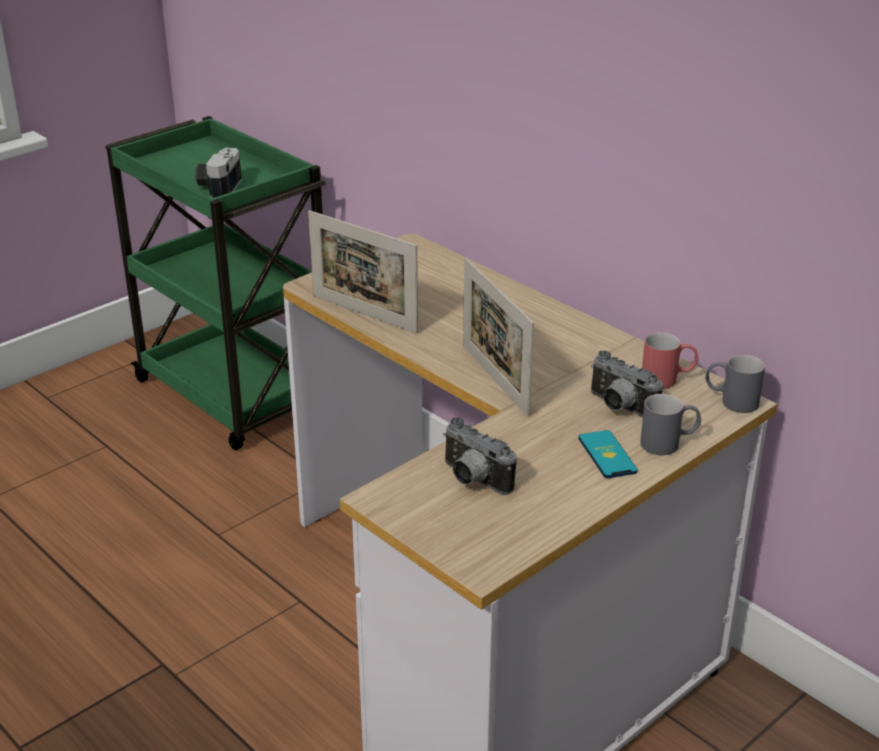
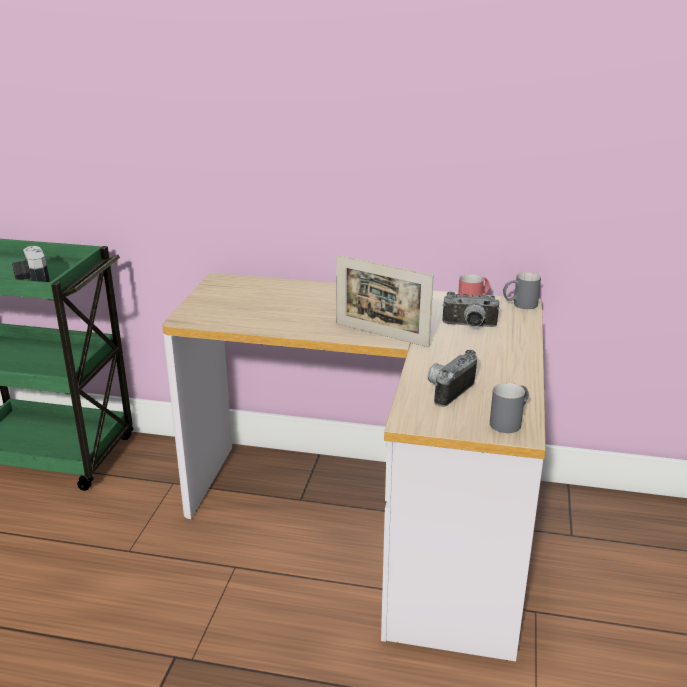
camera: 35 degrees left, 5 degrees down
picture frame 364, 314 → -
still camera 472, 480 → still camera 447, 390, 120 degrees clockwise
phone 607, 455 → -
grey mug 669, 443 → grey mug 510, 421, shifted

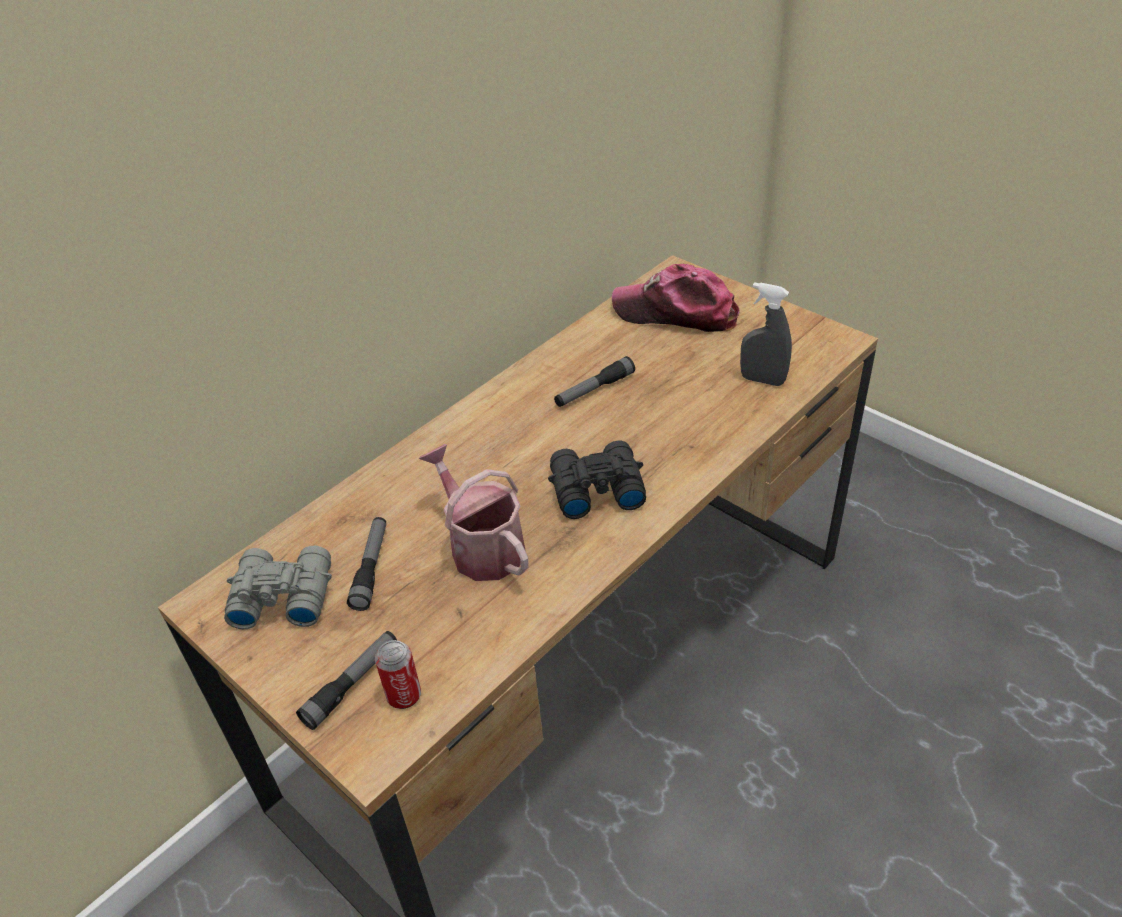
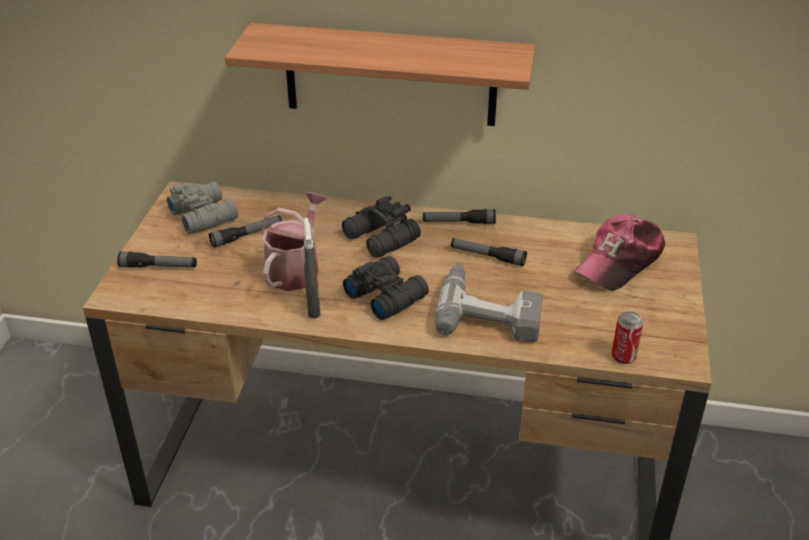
camera: 55 degrees right, 5 degrees down
metal can 404, 696 → metal can 623, 356, shifted
peaked cap 676, 313 → peaked cap 620, 262, 120 degrees counterclockwise
grey sprayer 762, 380 → grey sprayer 313, 307, shifted
- → shelf 390, 75
- → black-coloured pair of binoculars 380, 239
- → flashlight 458, 222
- → power drill 489, 310

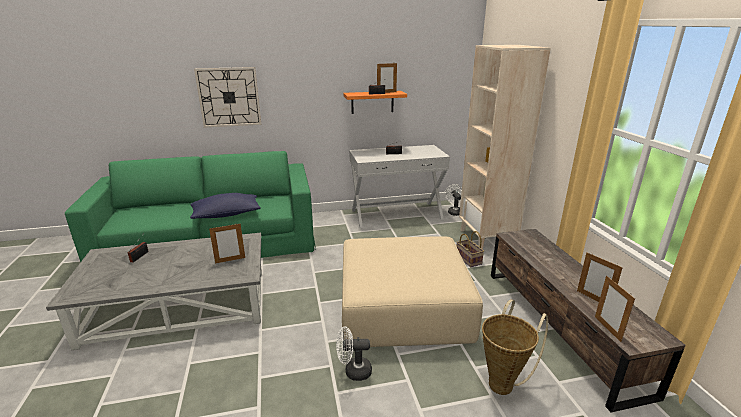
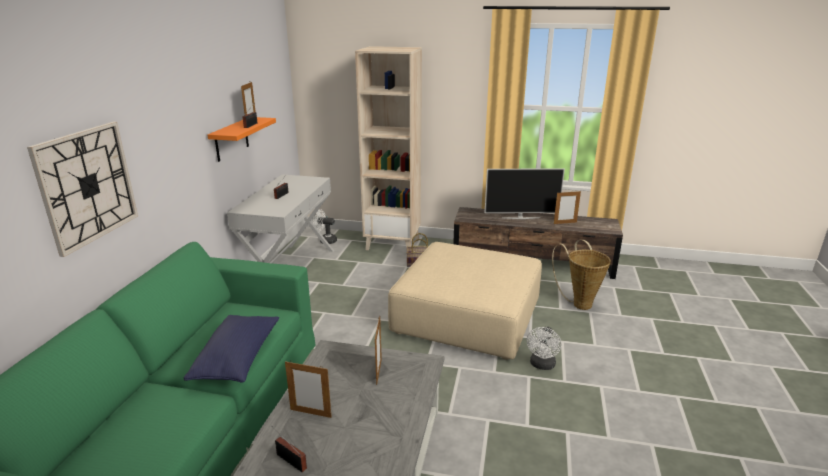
camera: 65 degrees left, 0 degrees up
picture frame 607, 328 → picture frame 310, 413, shifted
- → TV 520, 217

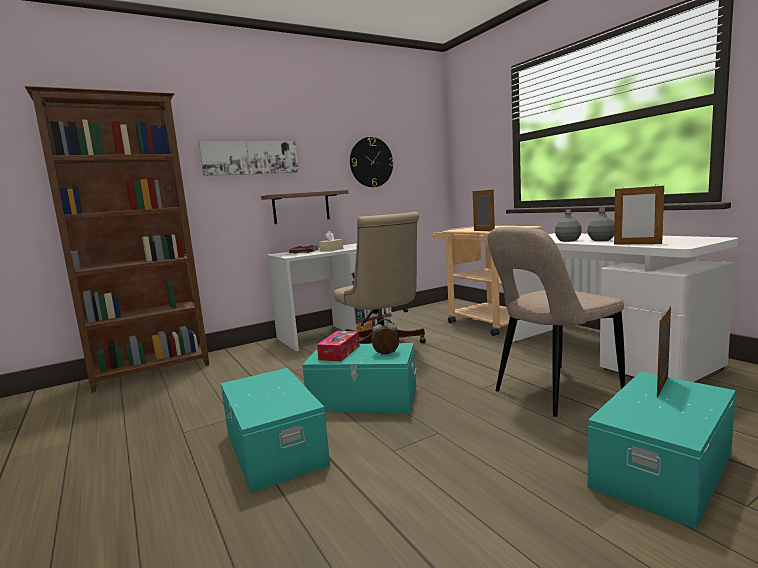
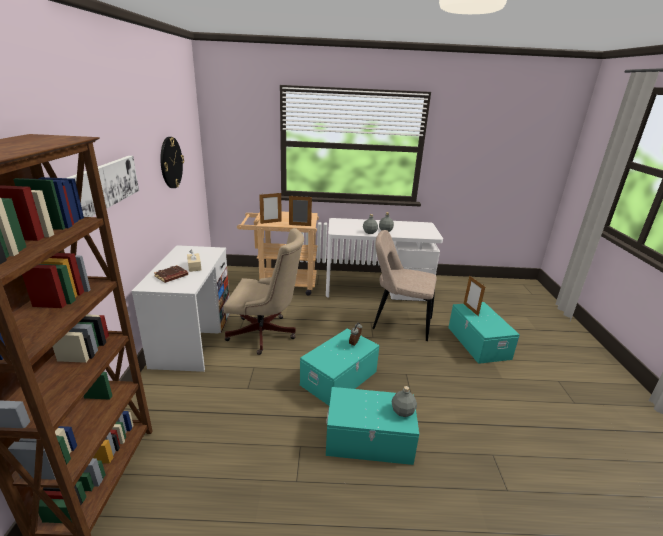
camera: 60 degrees left, 15 degrees up
shelf 301, 207 → -
tissue holder 339, 352 → -
sand-coloured chair 553, 392 → sand-coloured chair 399, 323, 105 degrees clockwise
picture frame 637, 244 → picture frame 271, 222, shifted
- → grey beverage bottle 402, 411

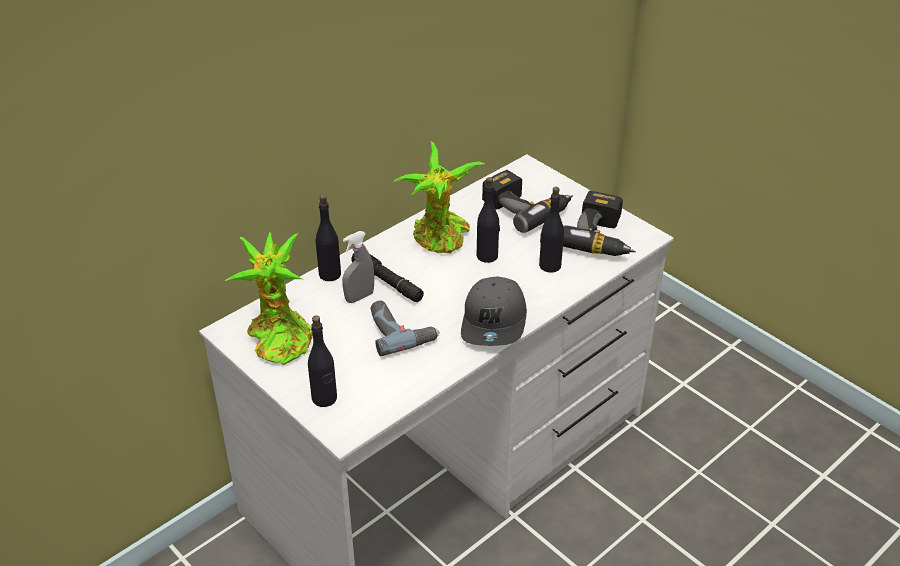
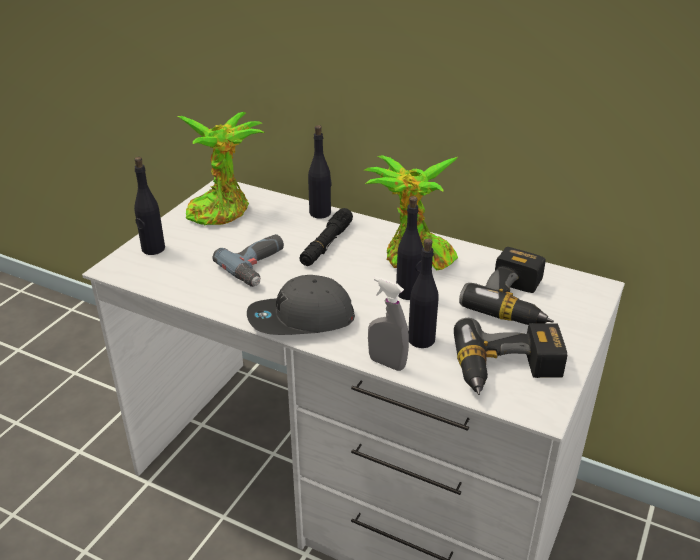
camera: 70 degrees right, 5 degrees down
grey sprayer 359, 297 → grey sprayer 387, 363, shifted

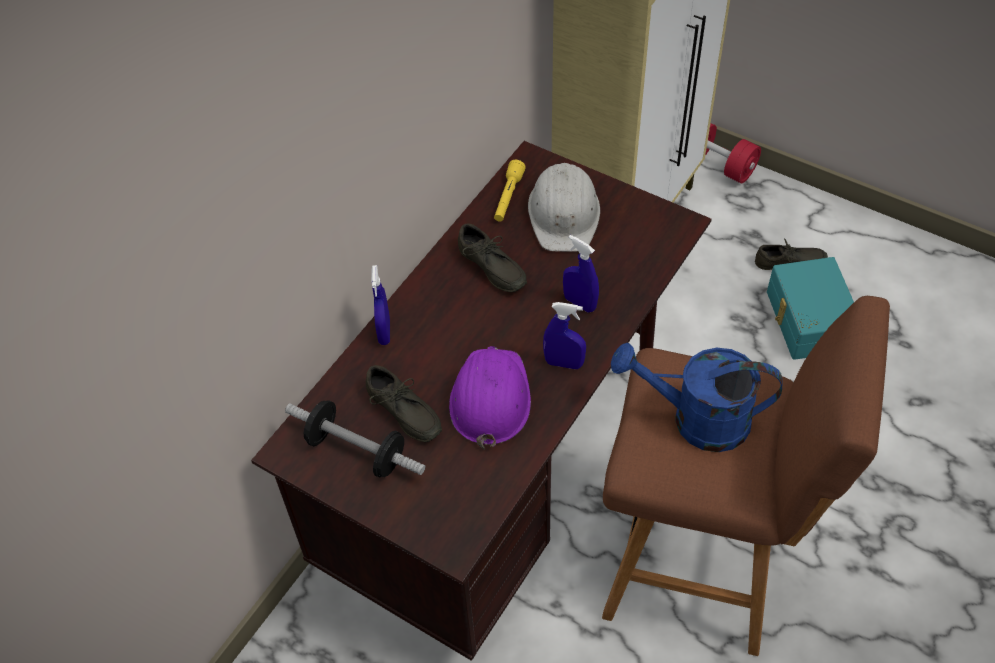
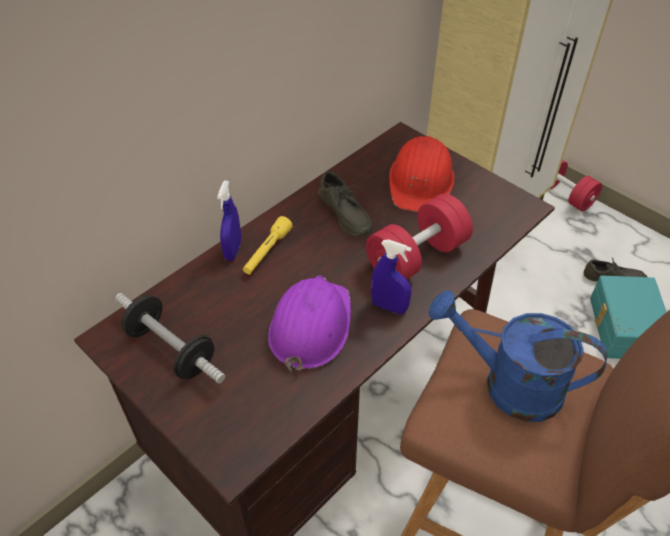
camera: 10 degrees right, 5 degrees down
grey item of footwear 402, 414 → -
yellow flashlight 508, 197 → yellow flashlight 267, 252, shifted
white work helmet 564, 213 → reddish work helmet 421, 182
blue-coloured sprayer 579, 303 → reddish free weight 417, 257

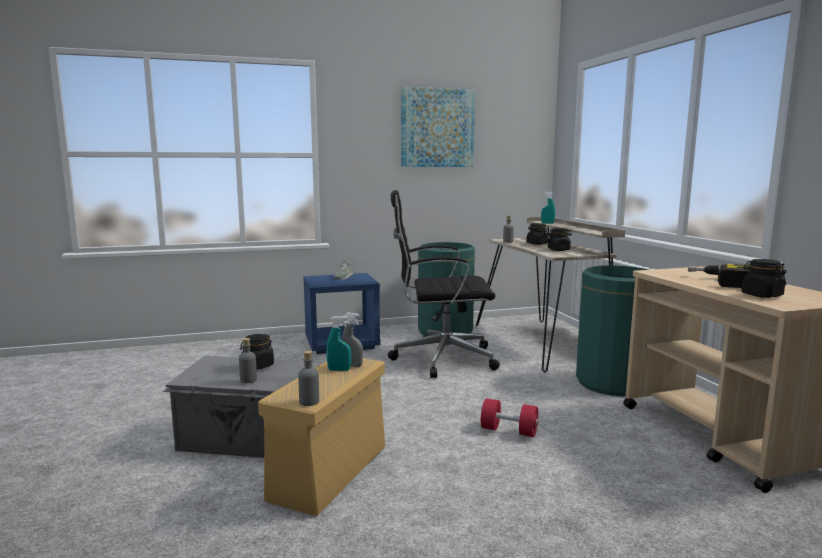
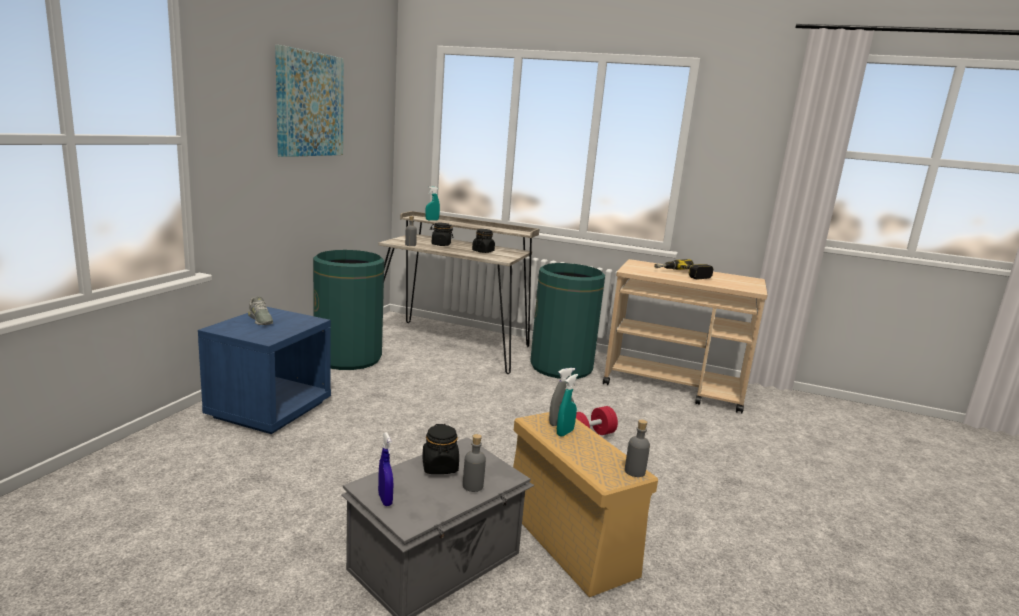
camera: 55 degrees left, 5 degrees up
black-coloured office chair 441, 358 → -
black-coloured jar 761, 295 → -
- → blue-coloured sprayer 385, 499

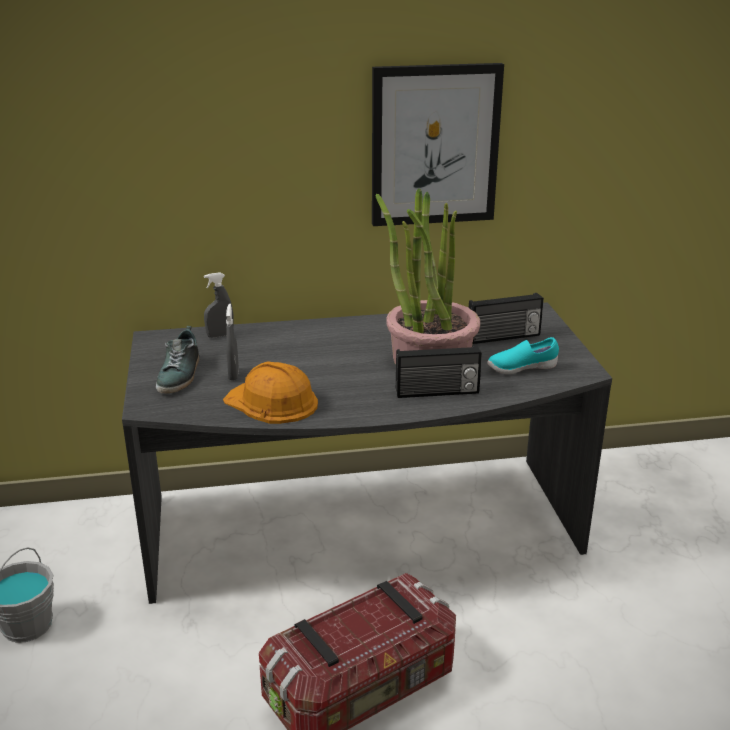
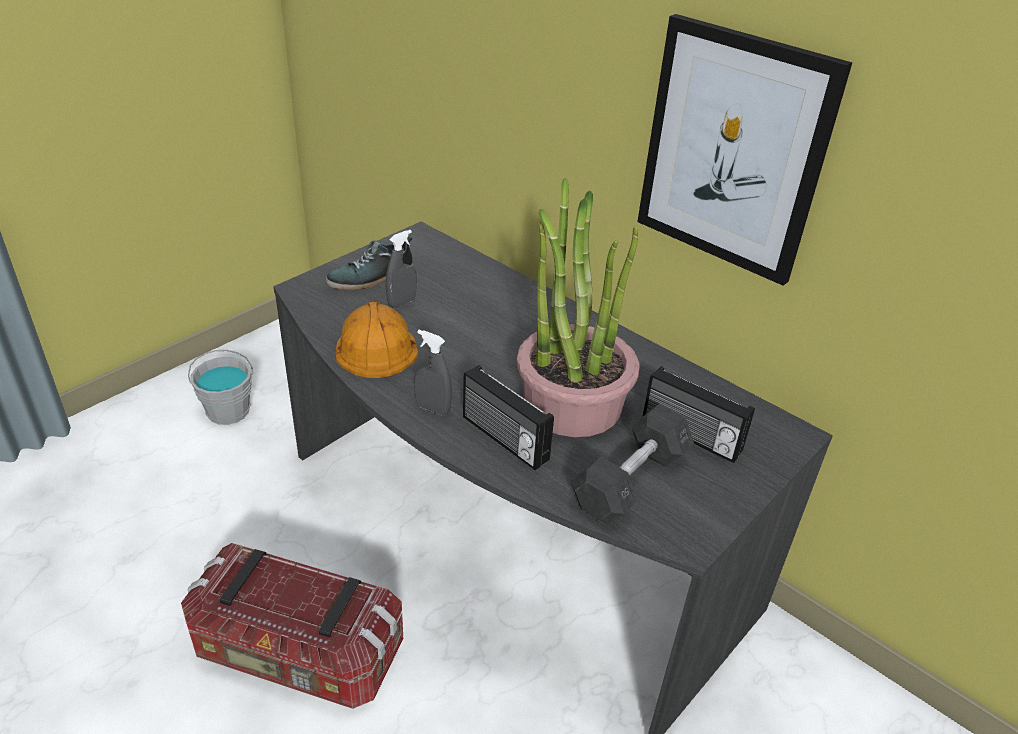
camera: 50 degrees right, 10 degrees up
grey sprayer 220, 335 → grey sprayer 433, 409, shifted
turquoise-coloured item of footwear 521, 368 → grey free weight 630, 481

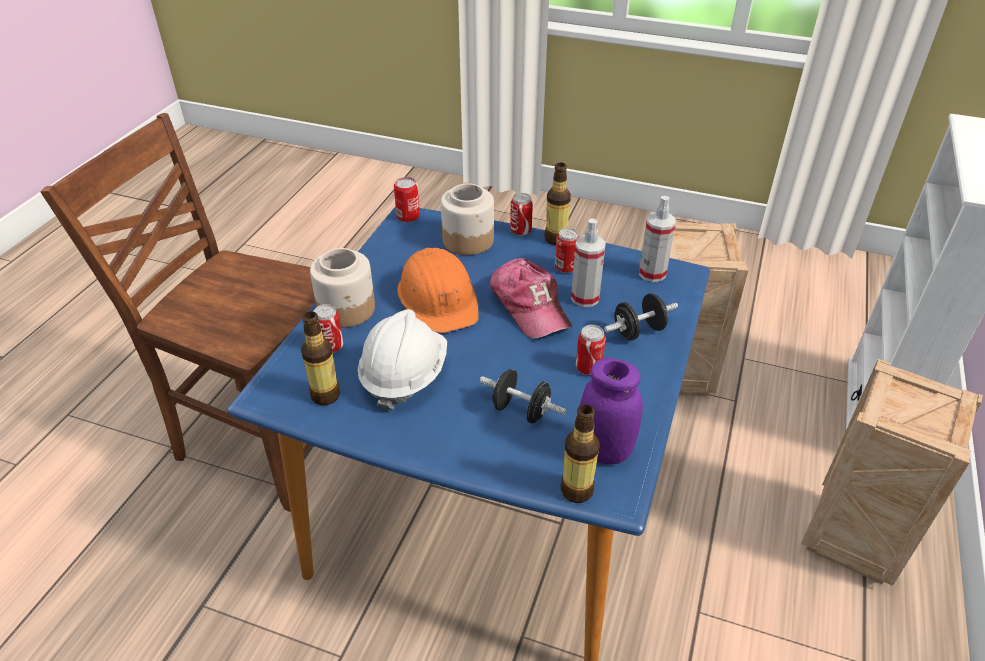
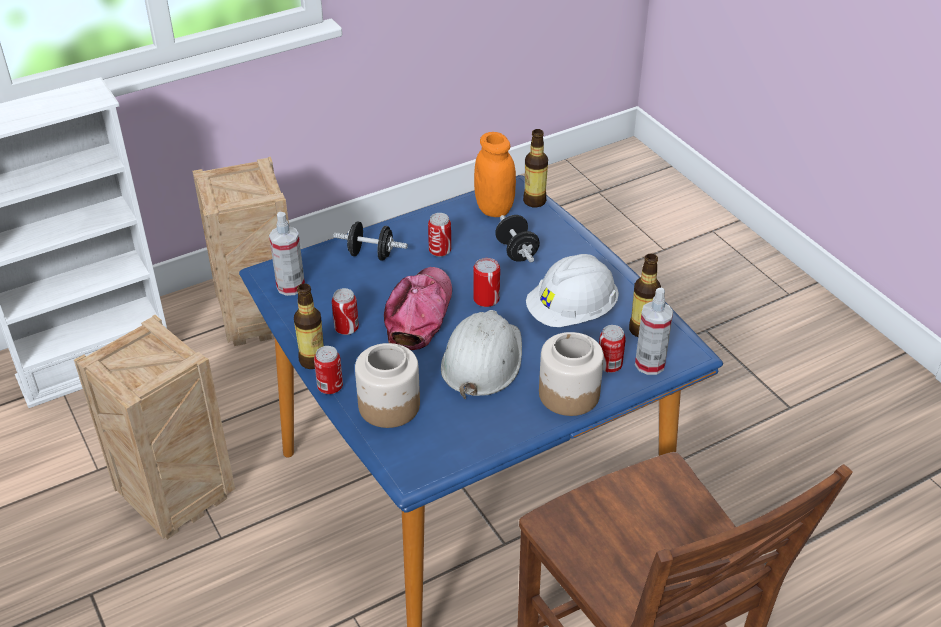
camera: 140 degrees left, 0 degrees up
metal can 408, 216 → metal can 486, 299, shifted
orangey work helmet 439, 298 → white work helmet 482, 360
sprayer 585, 298 → sprayer 650, 364, shifted
purple jar 604, 450 → orangey jar 494, 209

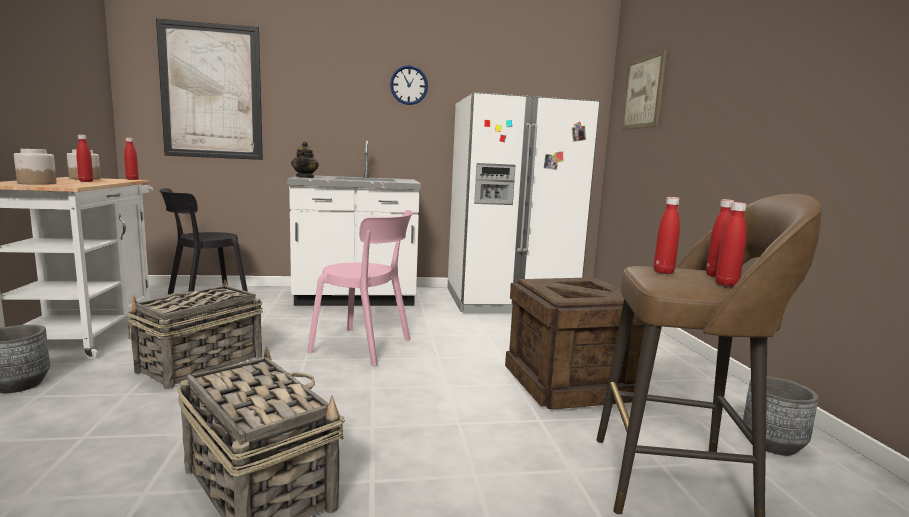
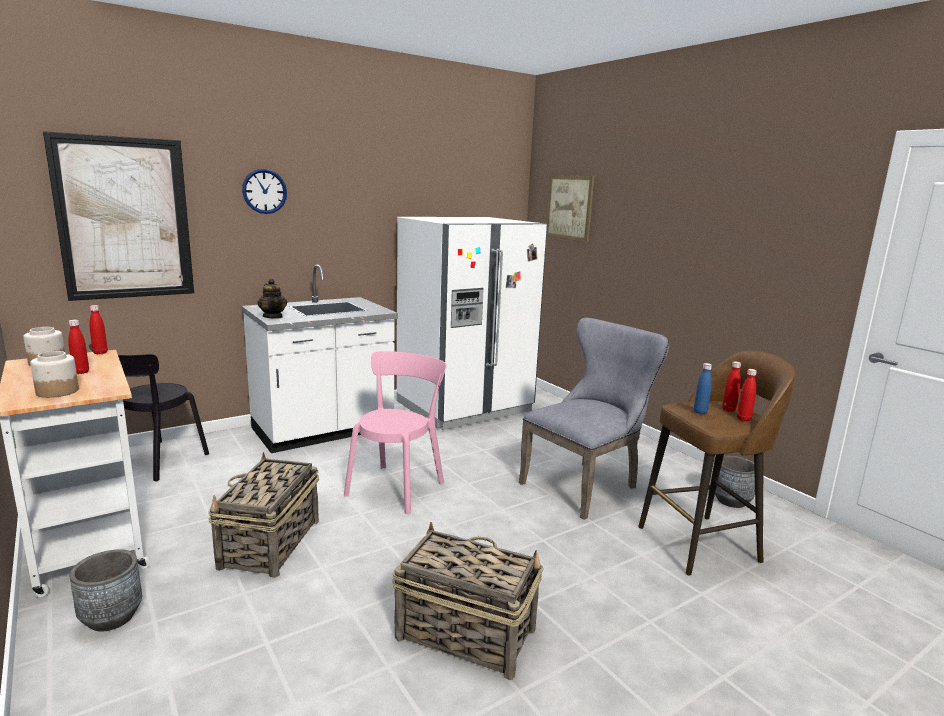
camera: 25 degrees left, 5 degrees up
pinkish chair 365, 347 → pinkish chair 397, 486, 60 degrees counterclockwise
hanging clock 409, 85 → hanging clock 264, 191, shifted
crate 571, 384 → grey chair 585, 484
reddish beverage bottle 663, 272 → blue-coloured beverage bottle 700, 412

